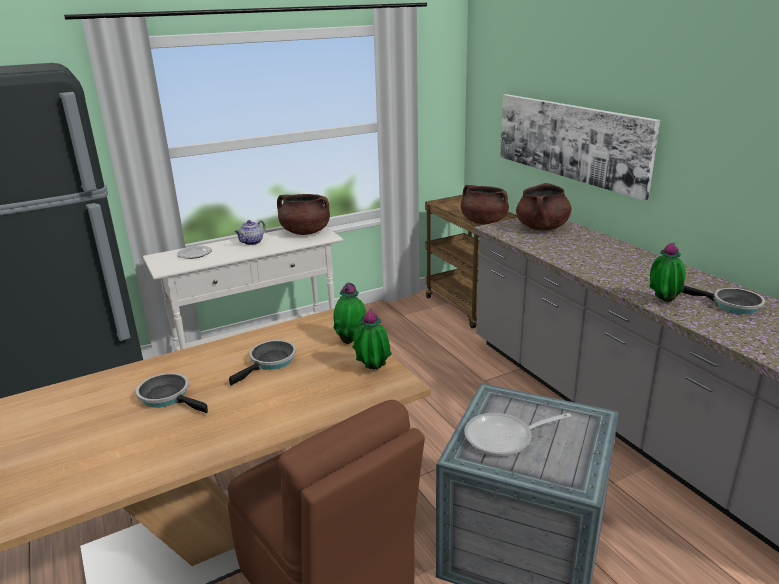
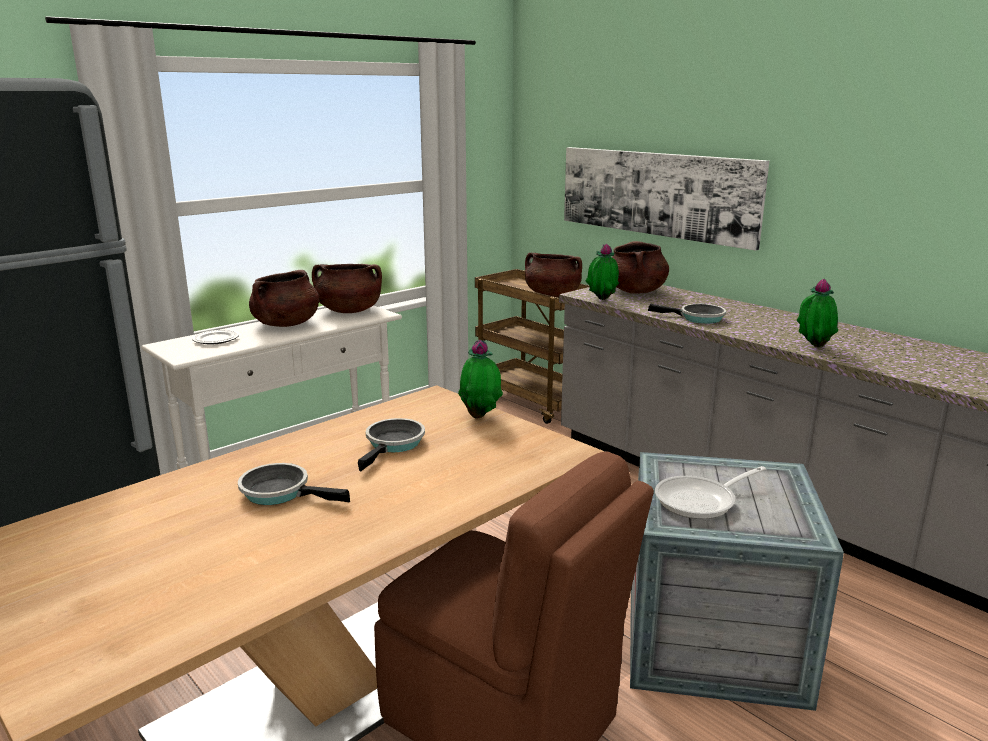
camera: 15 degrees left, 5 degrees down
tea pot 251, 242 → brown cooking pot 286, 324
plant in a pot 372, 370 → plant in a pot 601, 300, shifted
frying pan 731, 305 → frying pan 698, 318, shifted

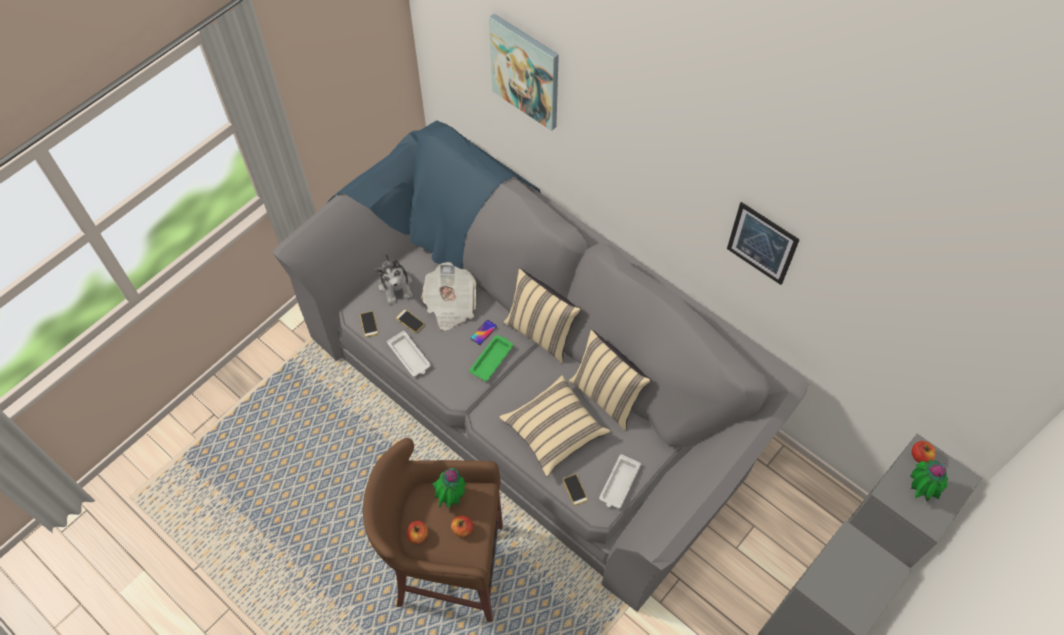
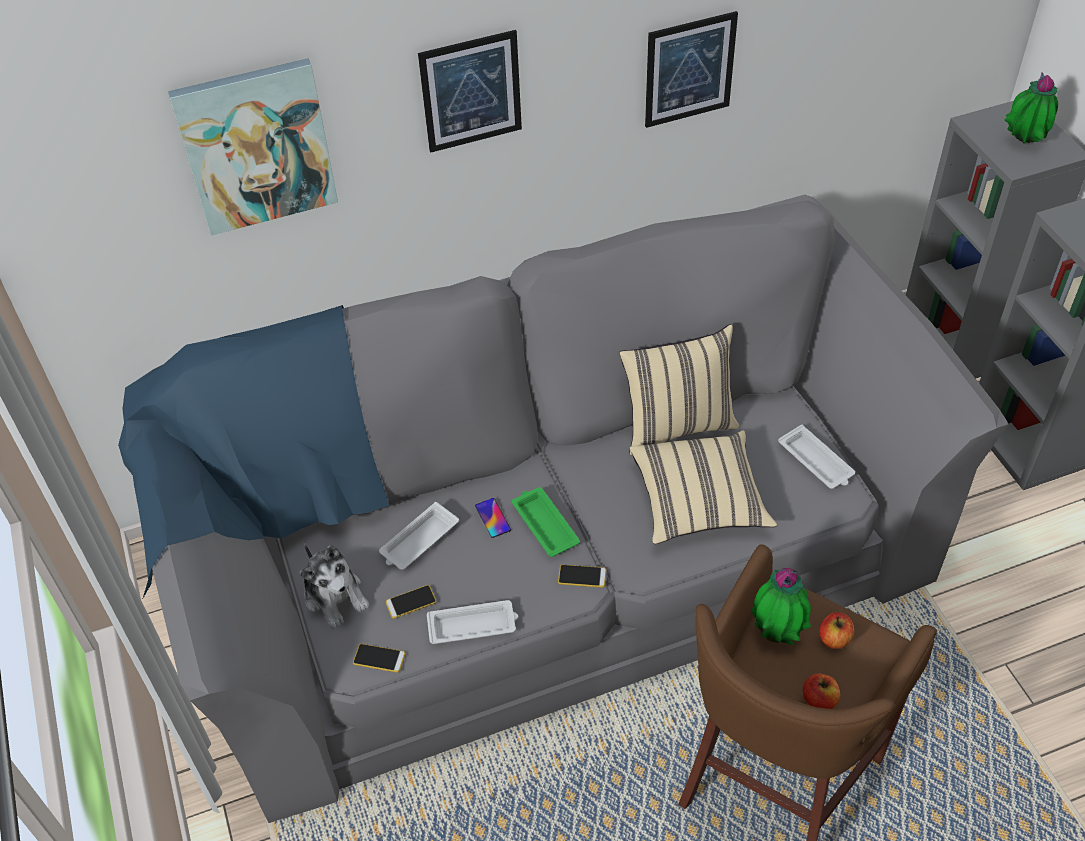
camera: 60 degrees left, 10 degrees down
plush toy 396, 285 → plush toy 335, 596, 45 degrees clockwise
newspaper 450, 305 → white serving tray 418, 541
sand-coloured cushion 541, 333 → -
phone 575, 489 → phone 582, 576, shifted
apple fruit 920, 456 → -
- → picture 471, 91

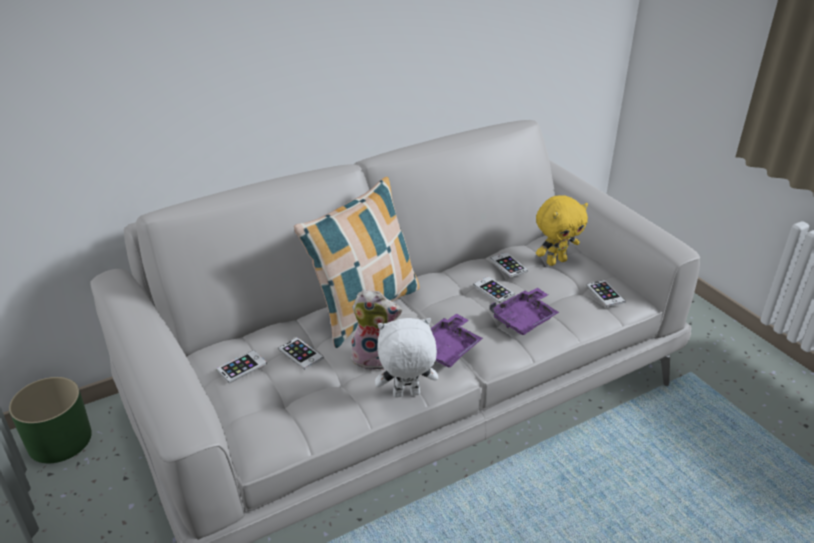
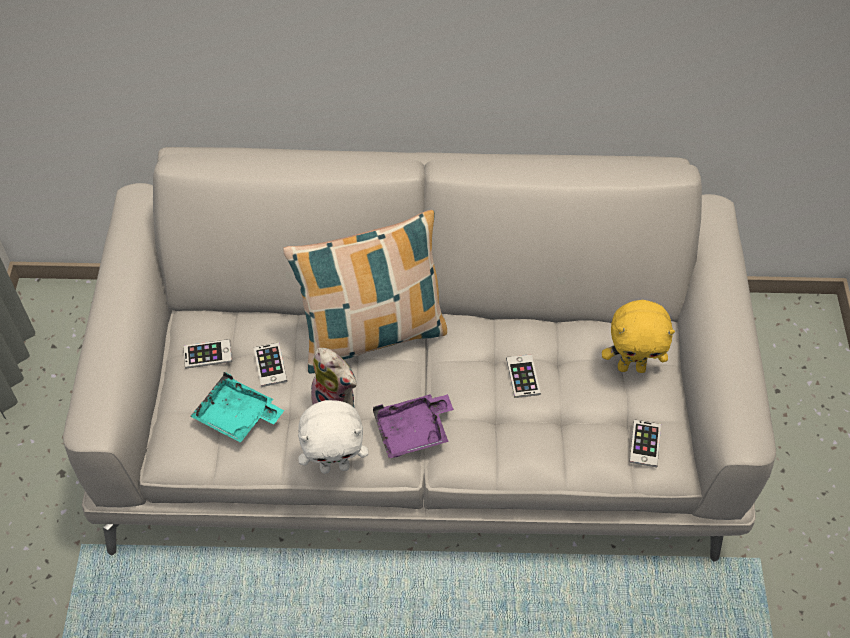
camera: 30 degrees right, 20 degrees up
green-coloured planter 60, 440 → -
white plush toy 406, 395 → white plush toy 335, 465, 150 degrees clockwise
purple serving tray 524, 319 → -
phone 508, 265 → -
- → turquoise-coloured serving tray 237, 416

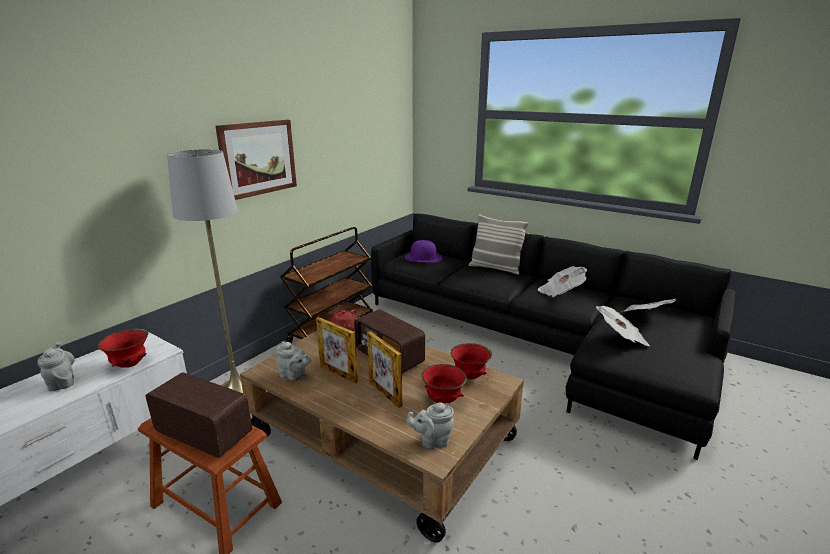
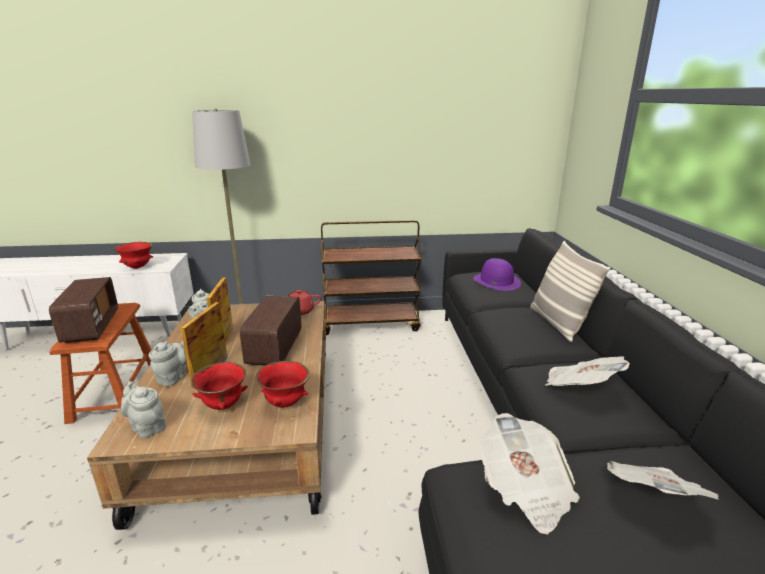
camera: 50 degrees right, 0 degrees up
grey tea pot 62, 382 → grey tea pot 173, 377, shifted
picture 258, 158 → -

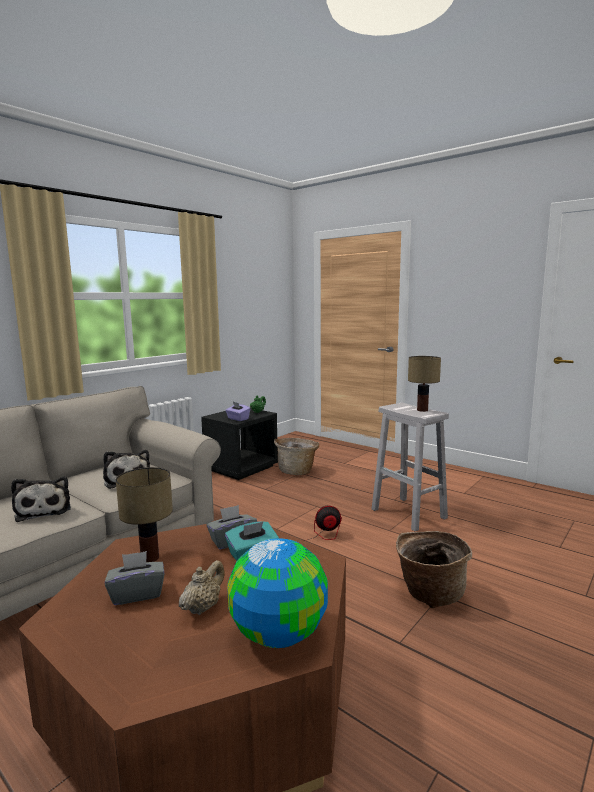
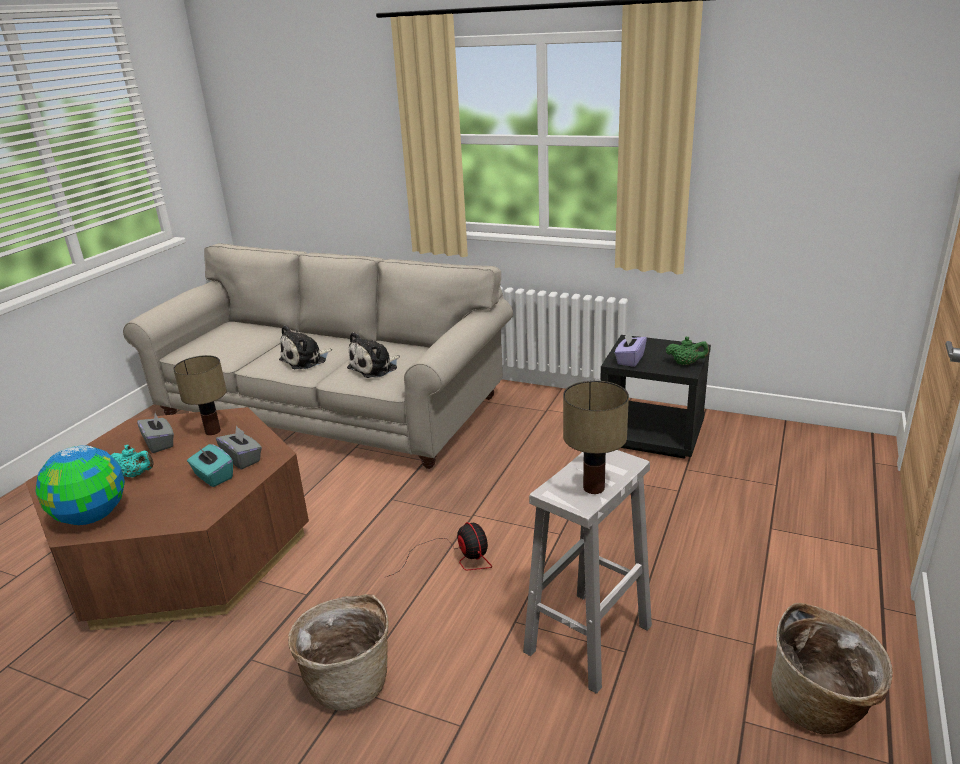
camera: 75 degrees right, 15 degrees up
sand-coloured tea pot 203, 607 → turquoise-coloured tea pot 135, 475
storage basket 297, 471 → storage basket 821, 706, shifted

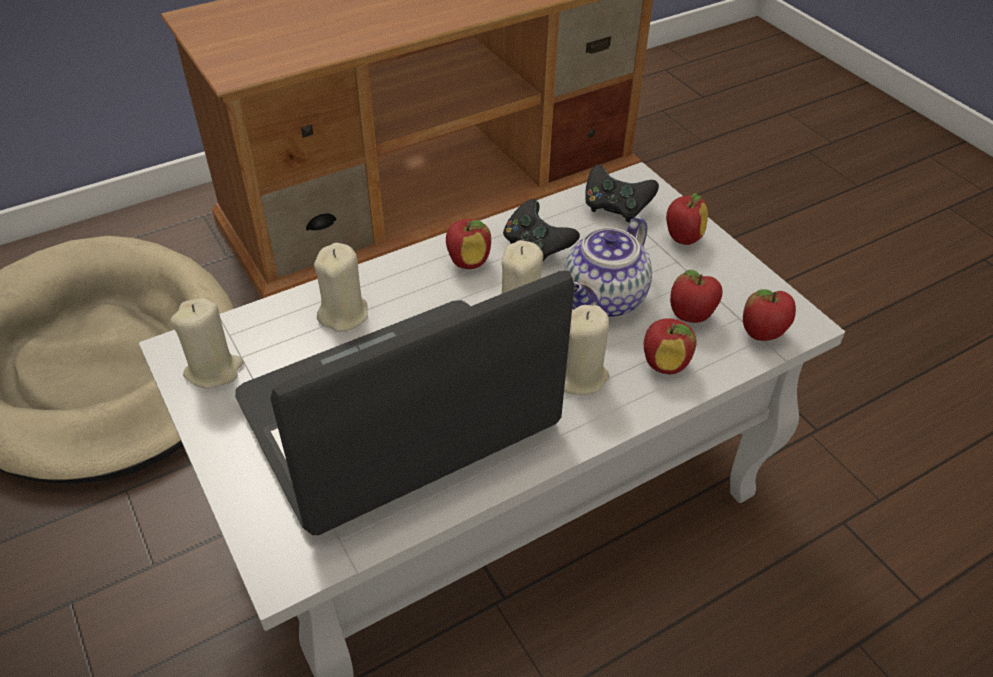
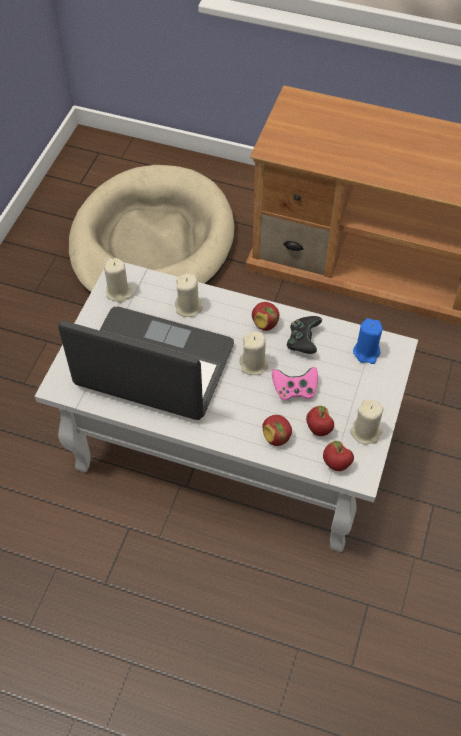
camera: 50 degrees right, 10 degrees up
tea pot 604, 300 → pinkish game controller 294, 390
sand-coloured candle 581, 376 → sand-coloured candle 366, 432, shifted
black-coloured game controller 615, 207 → blue-coloured candle 366, 352
apple fruit 682, 238 → -

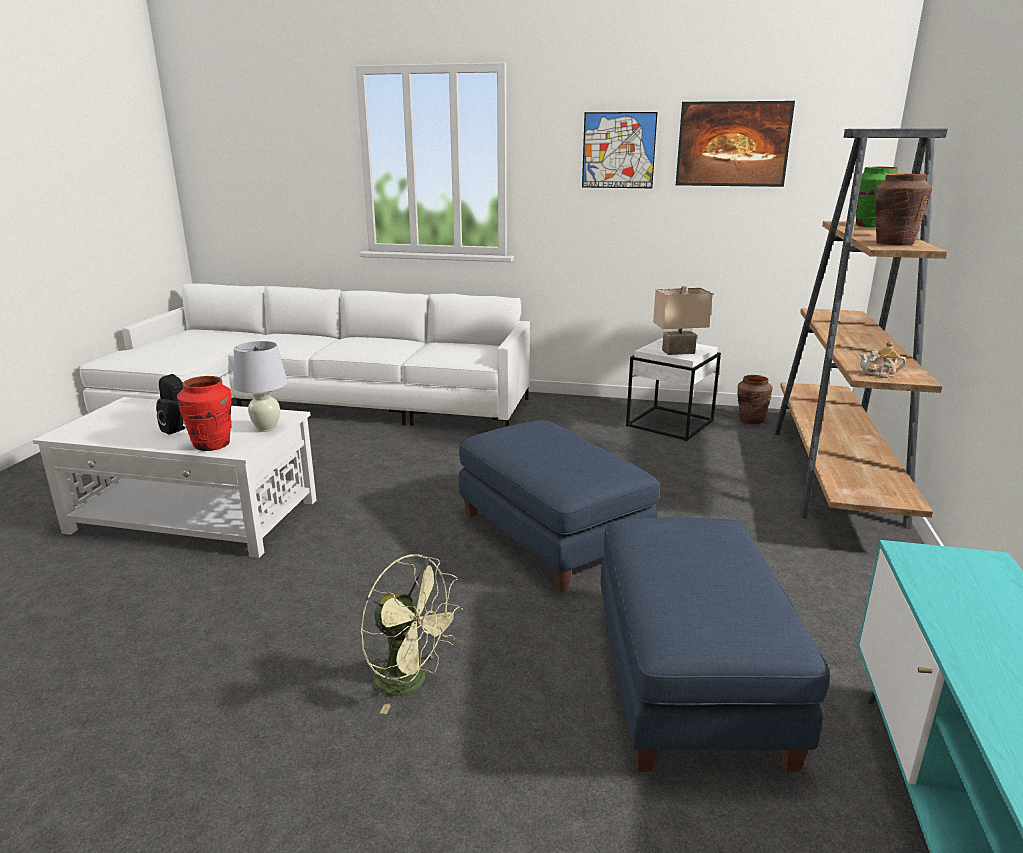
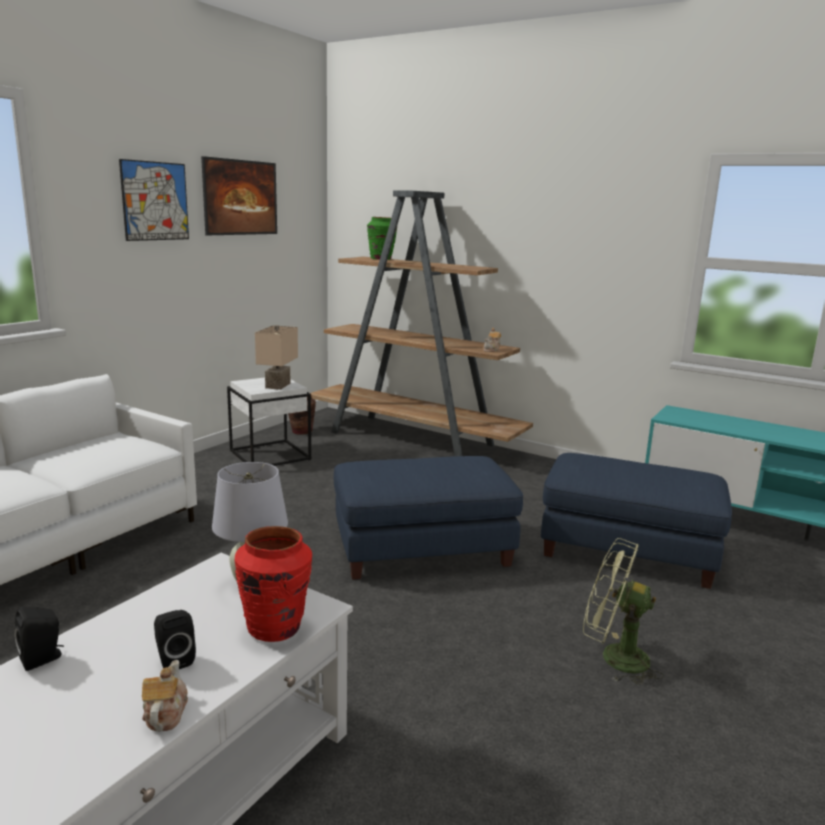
camera: 70 degrees left, 5 degrees down
green-coloured cooling fan 411, 682 → green-coloured cooling fan 614, 657, 120 degrees counterclockwise
brown decorative vase 893, 243 → -
- → tea pot 165, 713

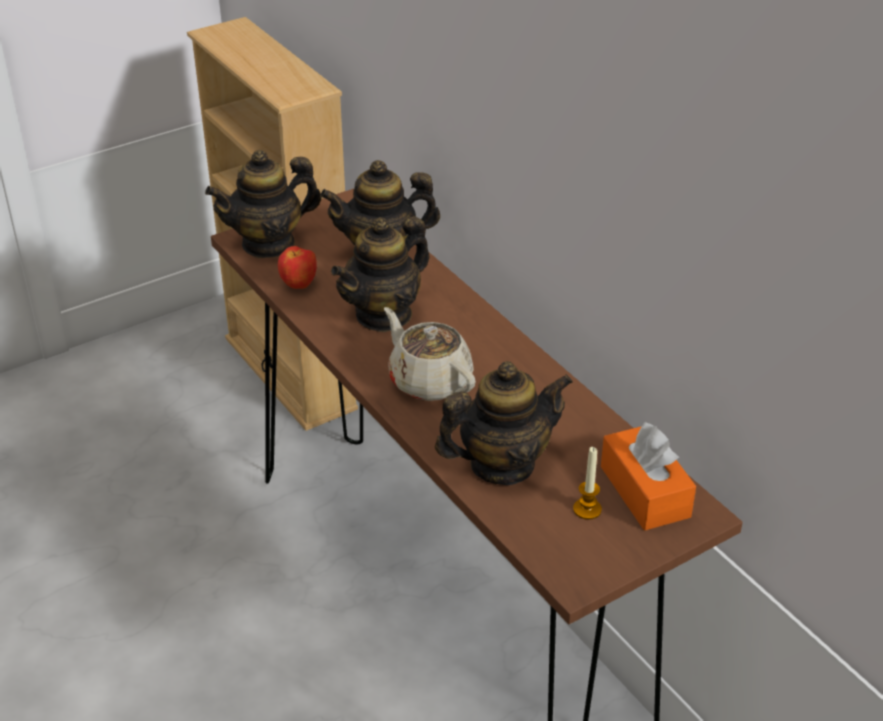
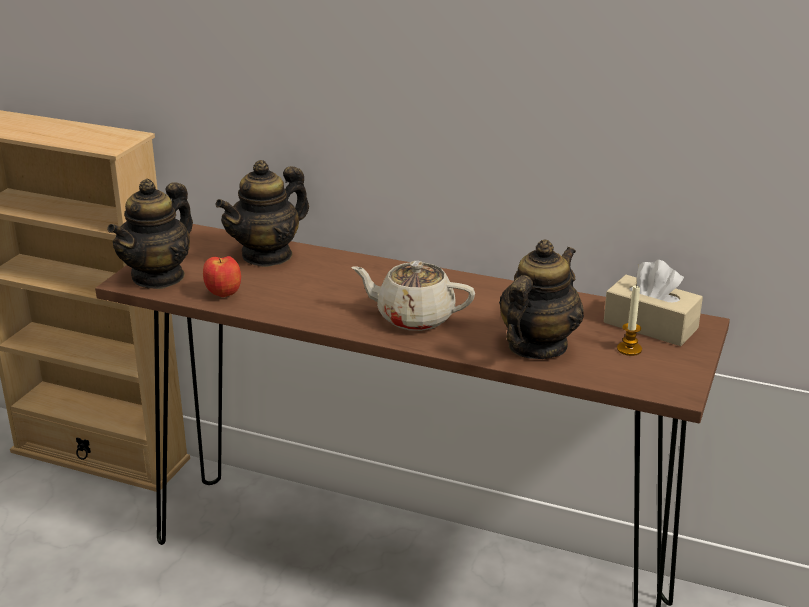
camera: 35 degrees left, 10 degrees down
tea pot 384, 314 → -
orangey tissue holder 644, 491 → sand-coloured tissue holder 650, 325

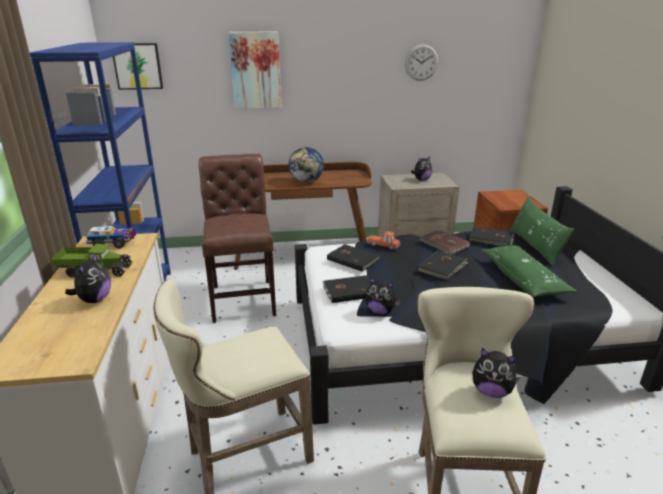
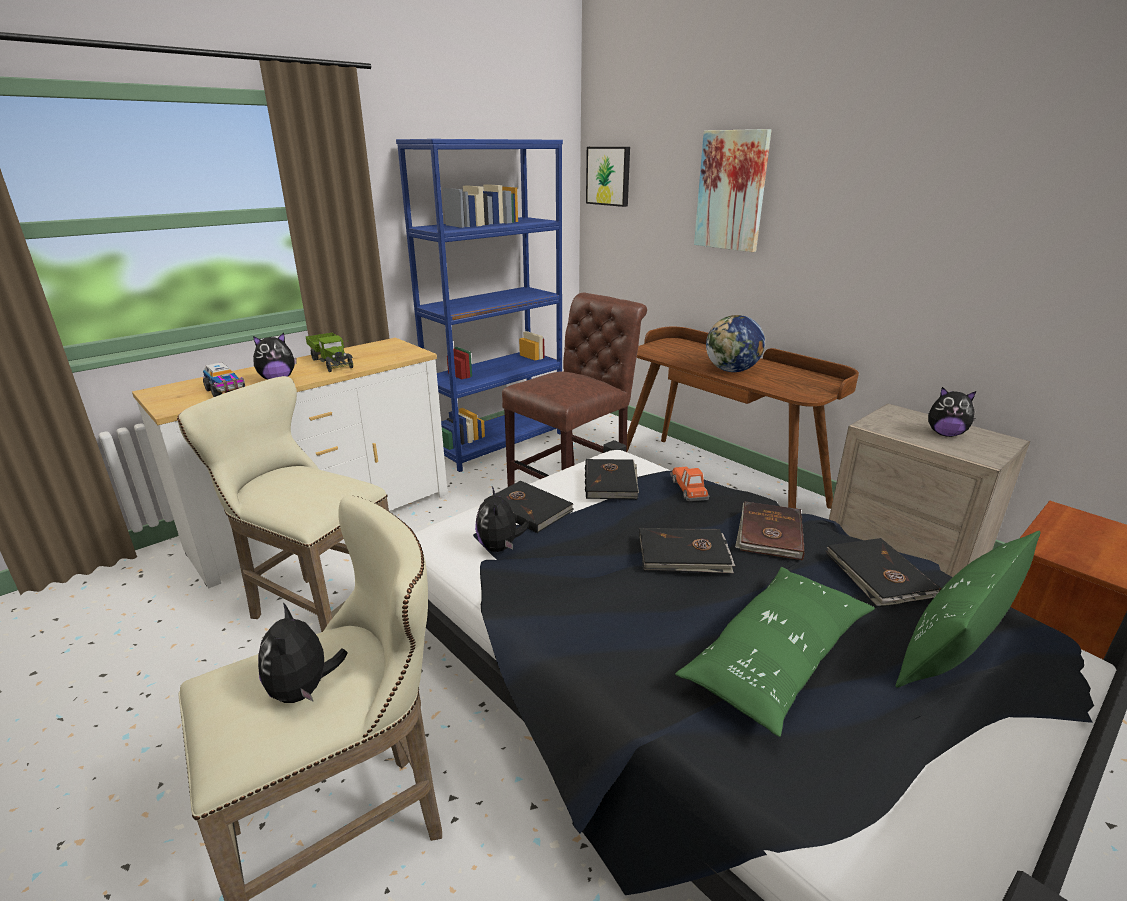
camera: 55 degrees right, 0 degrees up
toy truck 113, 244 → toy truck 226, 391, shifted
hanging clock 421, 62 → -

